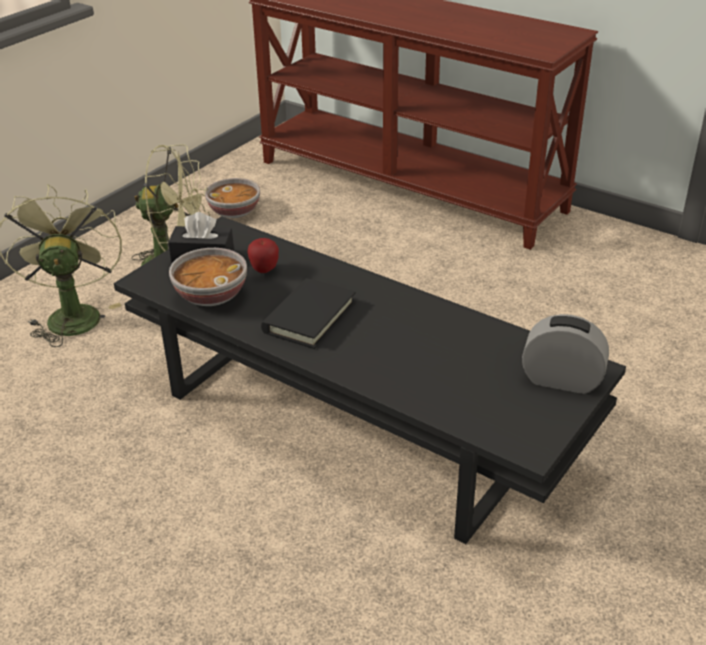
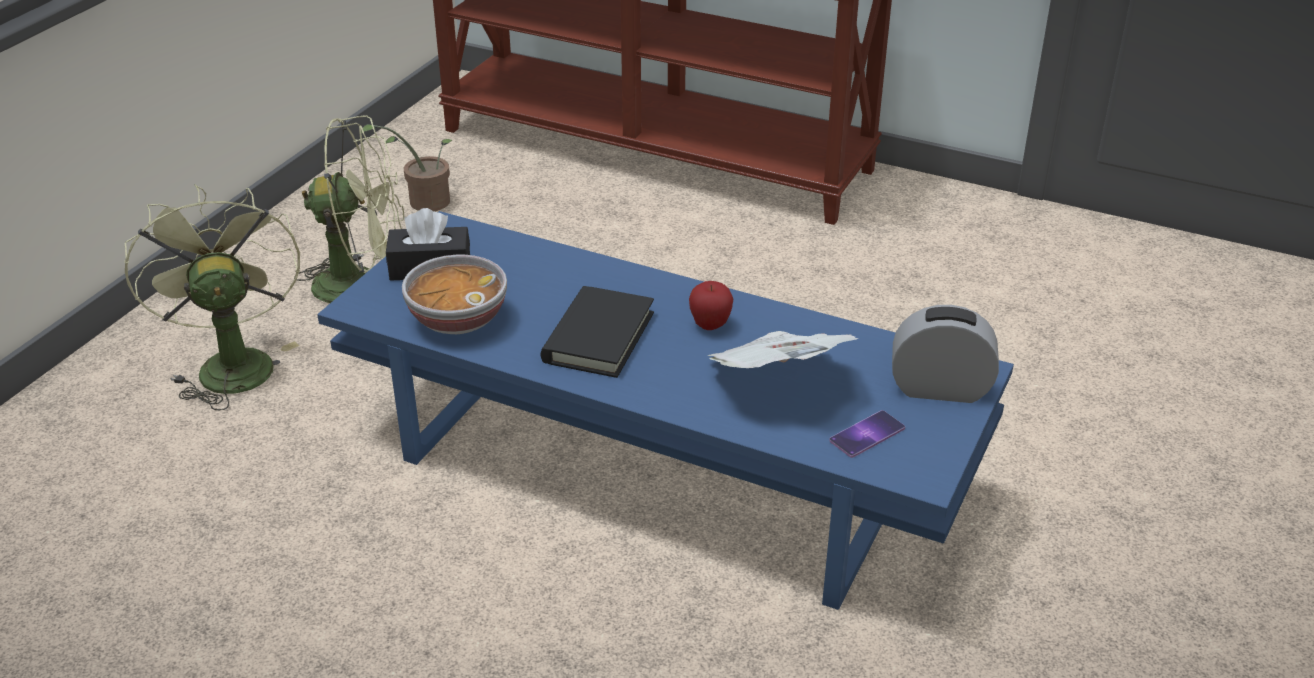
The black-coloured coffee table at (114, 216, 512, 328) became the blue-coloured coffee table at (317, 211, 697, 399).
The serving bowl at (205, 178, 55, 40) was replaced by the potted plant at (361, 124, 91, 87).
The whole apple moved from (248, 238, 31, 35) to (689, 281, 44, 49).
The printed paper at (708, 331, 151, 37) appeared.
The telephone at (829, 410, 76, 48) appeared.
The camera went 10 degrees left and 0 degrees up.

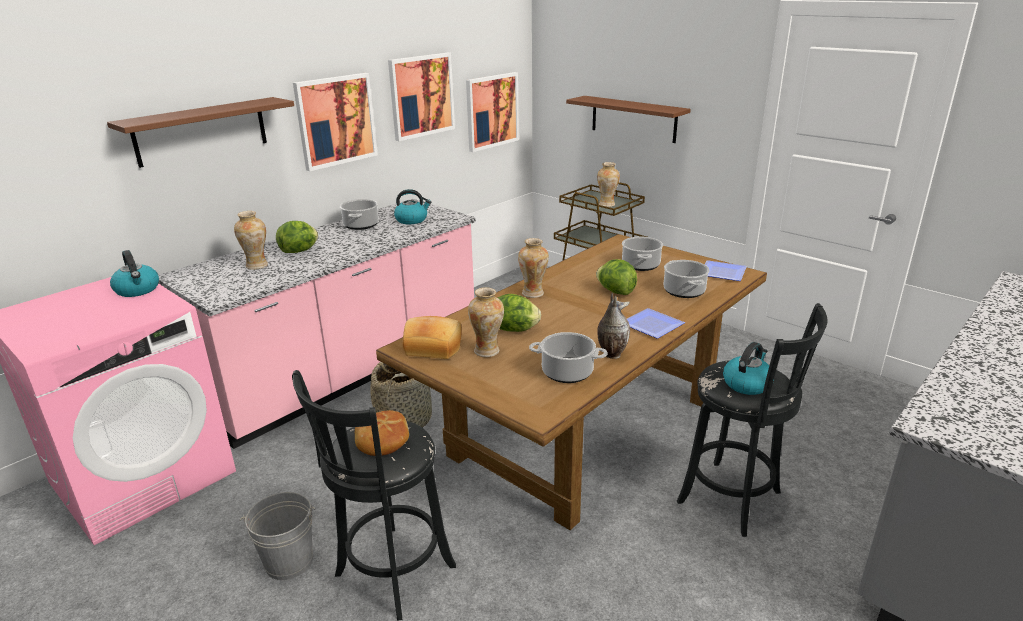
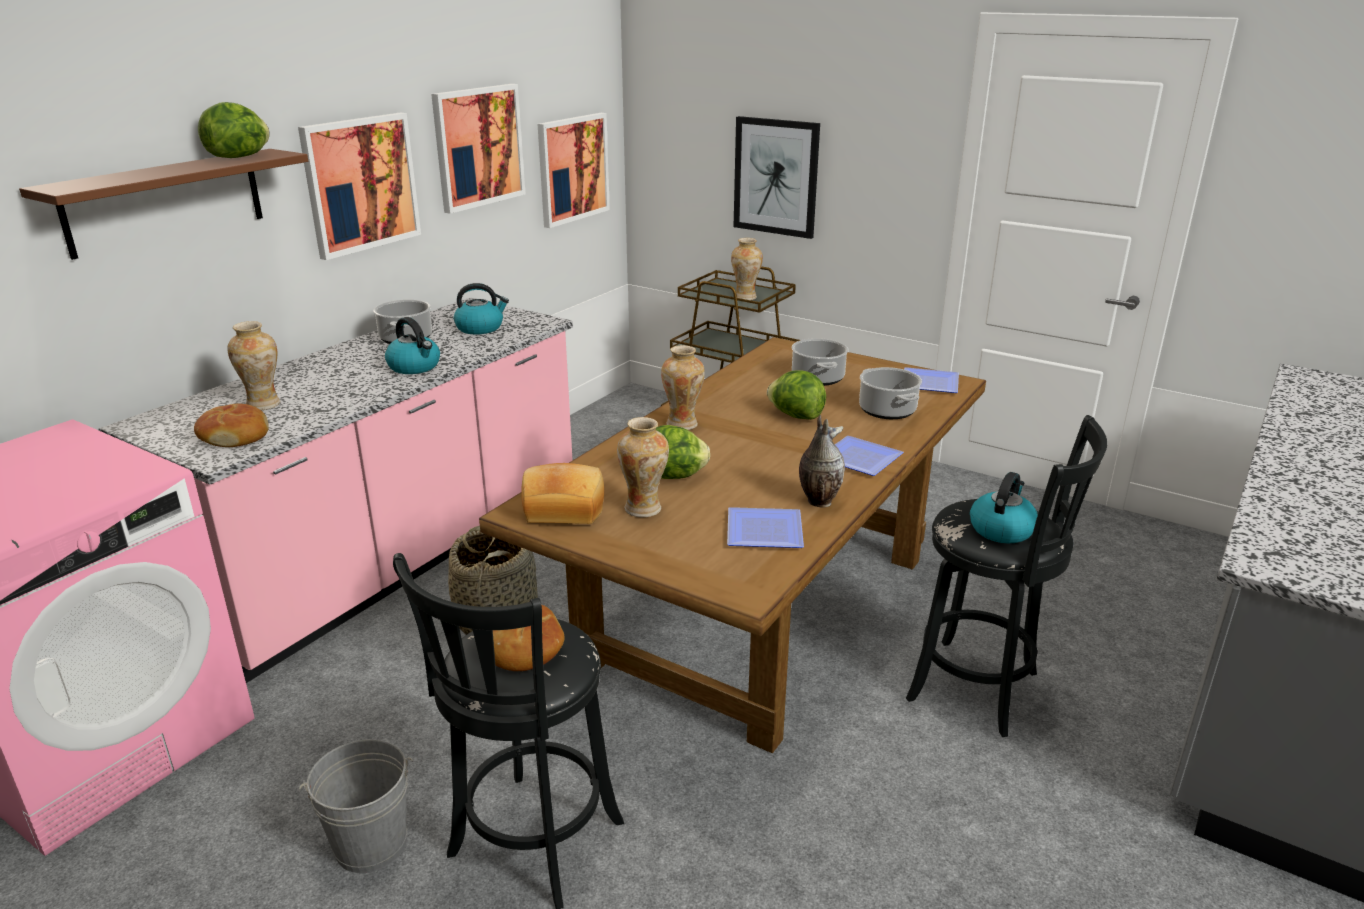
The bread at (194, 404, 75, 43) appeared.
The head of lettuce moved from (276, 221, 42, 32) to (198, 102, 71, 56).
The water kettle moved from (110, 250, 49, 47) to (385, 317, 55, 57).
The saucepot at (529, 332, 79, 51) was replaced by the dinner plate at (727, 507, 77, 41).
The brown wall shelf at (566, 96, 125, 47) was replaced by the picture at (734, 116, 86, 123).
The camera went 10 degrees left and 0 degrees up.

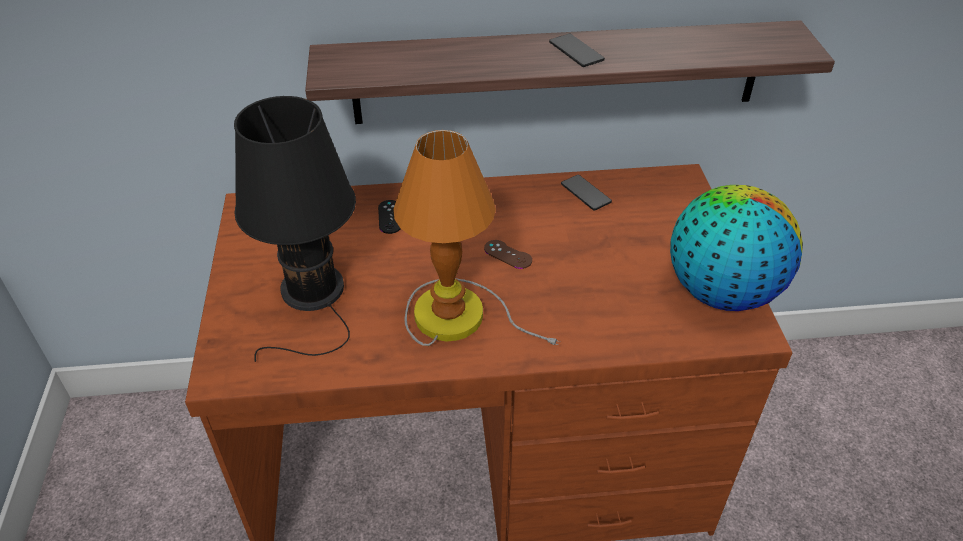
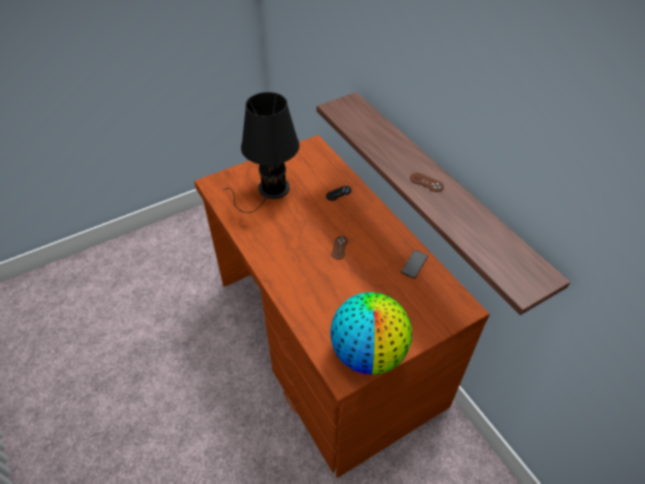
The telephone at (549, 34, 56, 33) was replaced by the brown gamepad at (410, 173, 34, 19).
The table lamp at (393, 130, 167, 216) disappeared.
The camera went 65 degrees right and 5 degrees up.

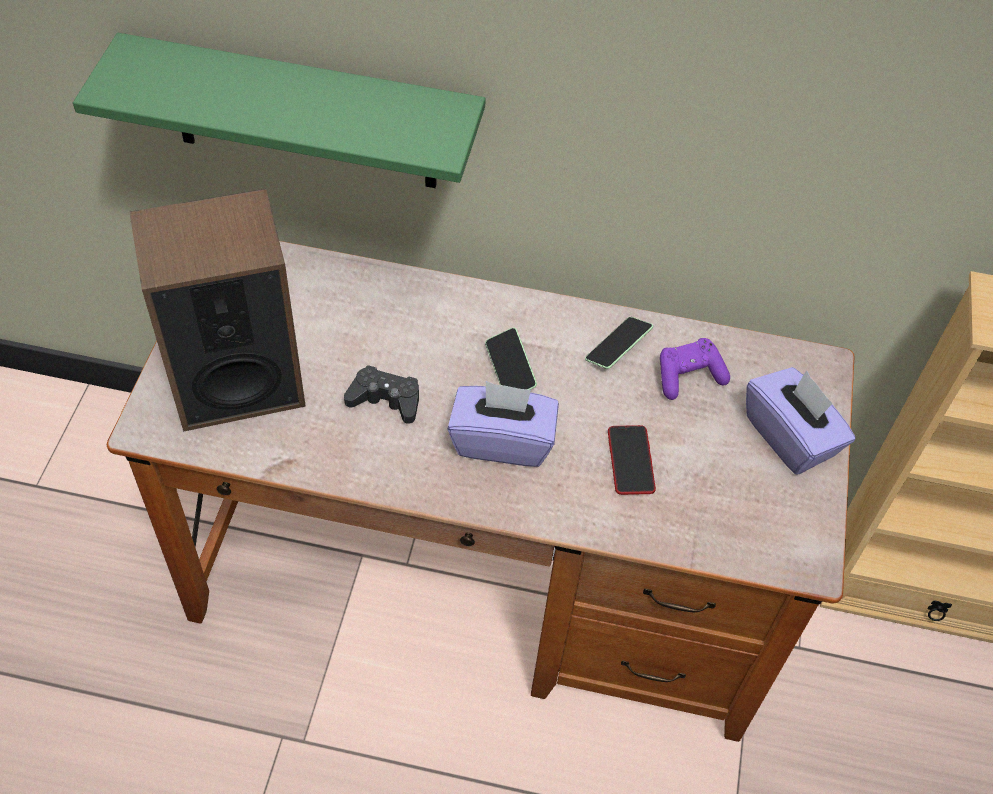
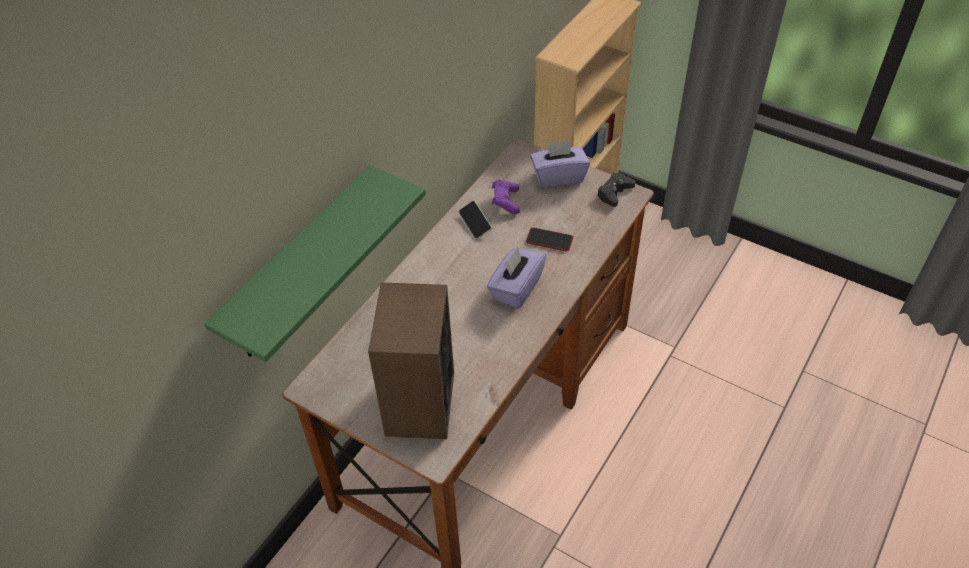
The black-coloured gamepad moved from (344, 365, 75, 59) to (597, 173, 39, 34).
The telephone at (485, 328, 52, 62) disappeared.
The camera went 65 degrees left and 5 degrees down.

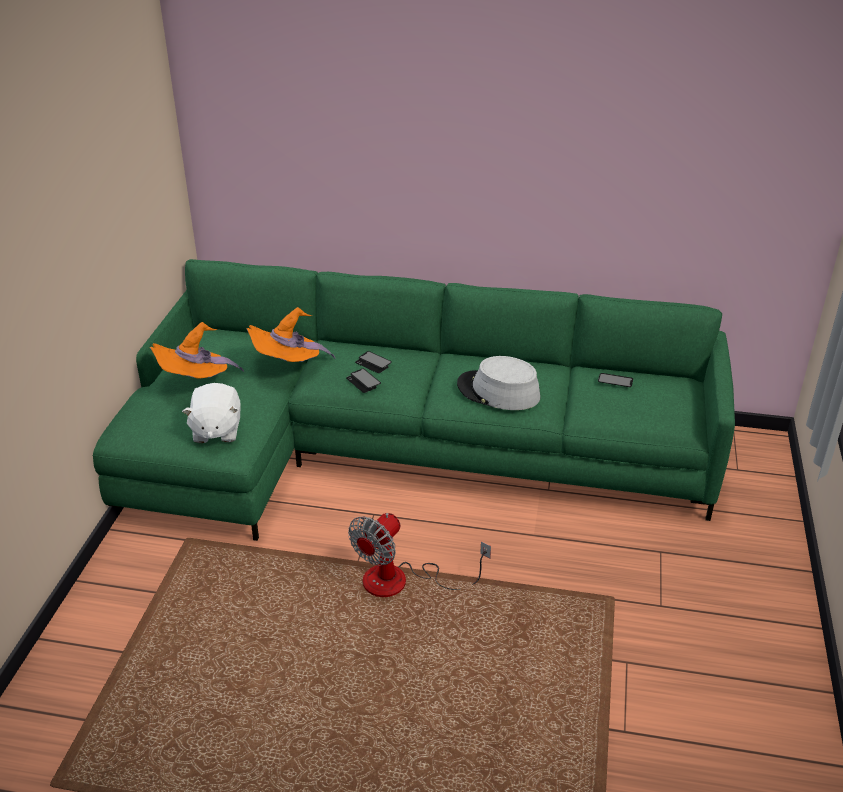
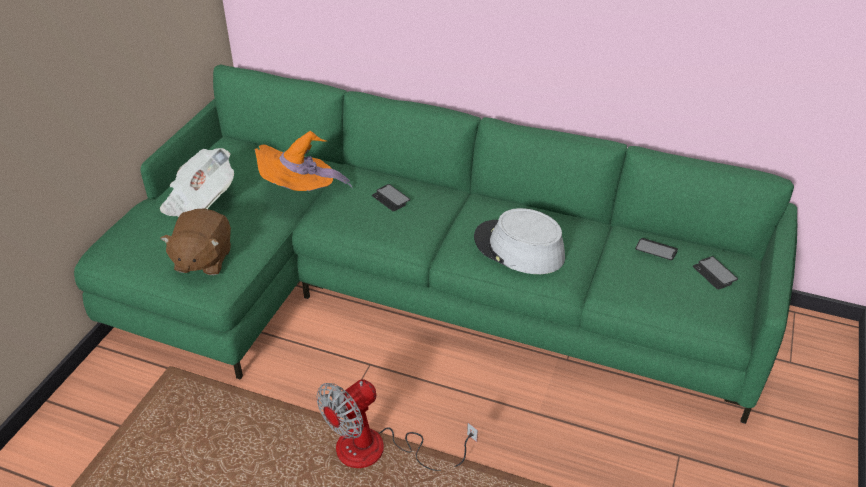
The orangey hat at (150, 322, 94, 56) was replaced by the printed paper at (160, 148, 74, 69).
The whitish soft toy at (182, 383, 58, 60) became the brown soft toy at (160, 209, 71, 66).
The telephone moved from (346, 369, 35, 24) to (693, 256, 45, 33).
The camera went 10 degrees right and 5 degrees up.

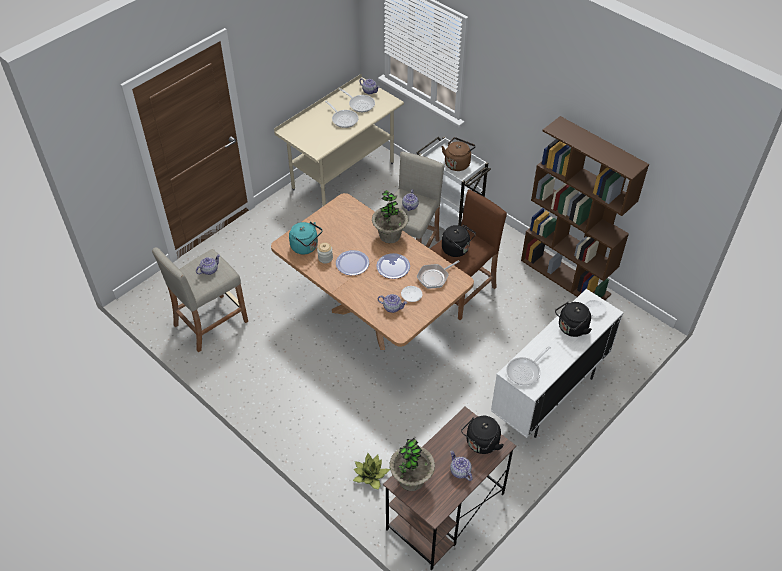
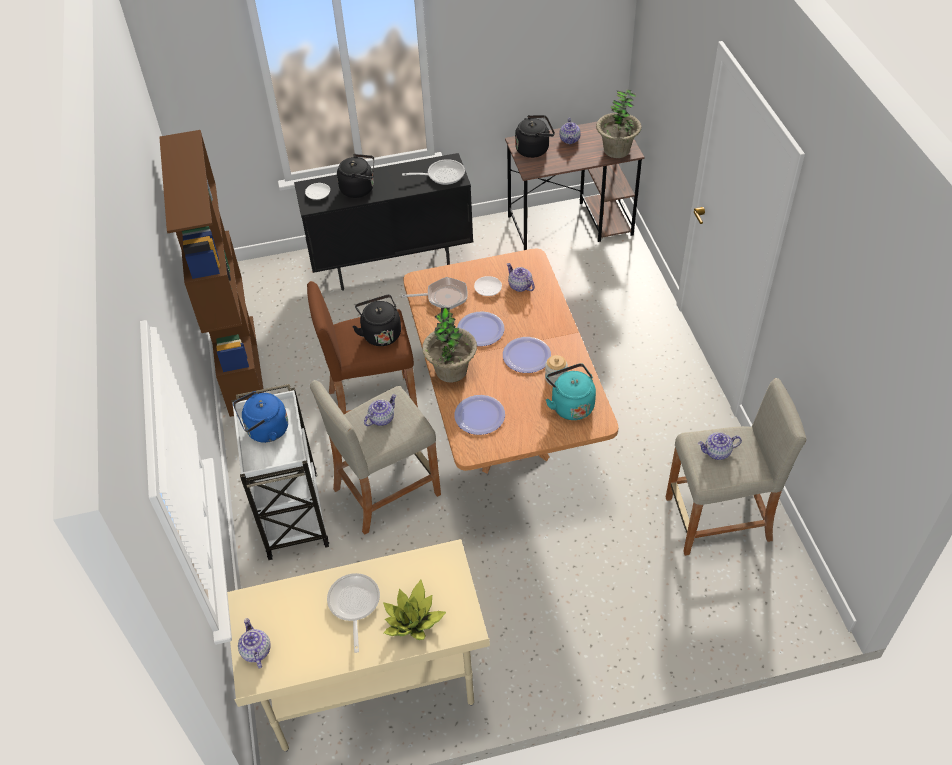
The brown water kettle at (441, 137, 35, 34) became the blue-coloured water kettle at (233, 391, 55, 52).
The whitish cupboard at (491, 289, 133, 149) became the black-coloured cupboard at (294, 153, 179, 138).
The potted plant moved from (353, 453, 37, 37) to (383, 580, 63, 60).
The dinner plate at (454, 395, 51, 40) appeared.
The skillet at (339, 88, 36, 24) disappeared.
The camera went 145 degrees left and 0 degrees up.

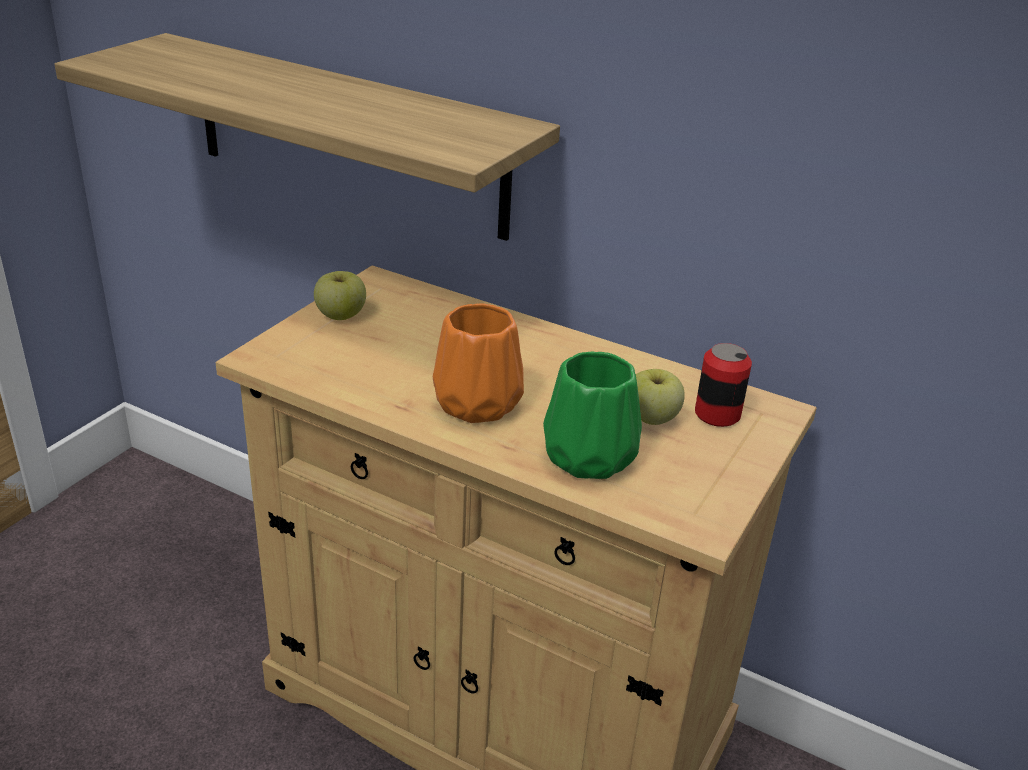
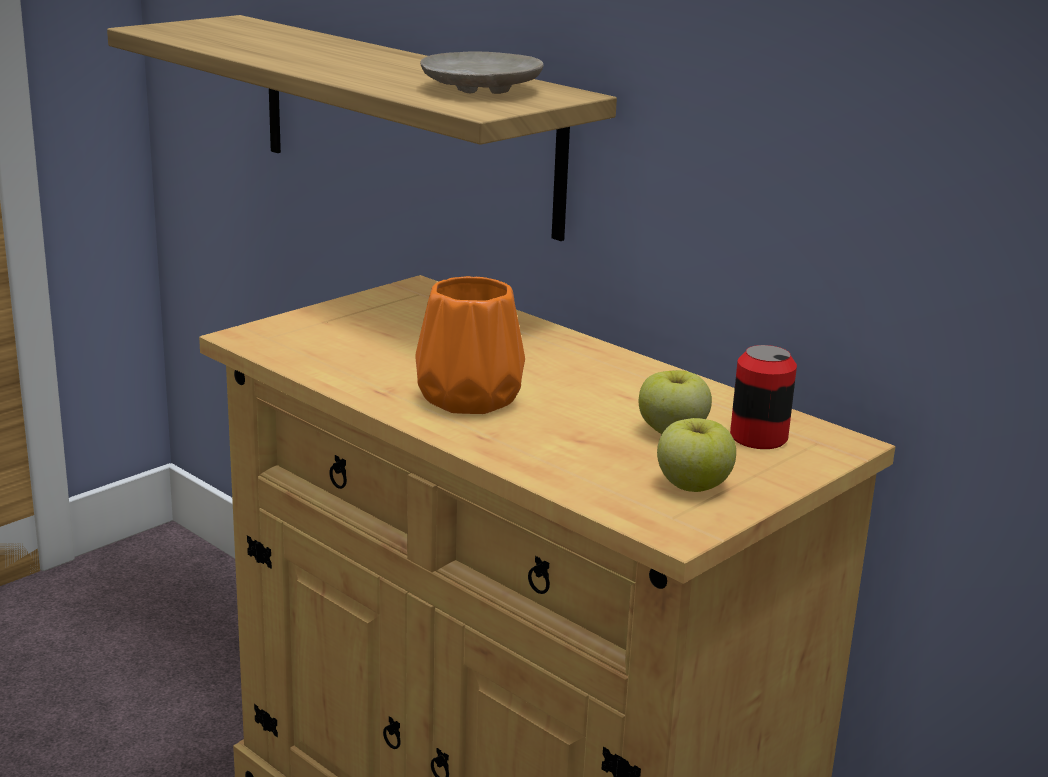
The beige dinner plate at (420, 51, 124, 43) appeared.
The whole apple moved from (314, 271, 52, 49) to (657, 418, 79, 74).
The greenish decorative vase at (543, 352, 99, 127) disappeared.
The camera went 15 degrees right and 10 degrees down.

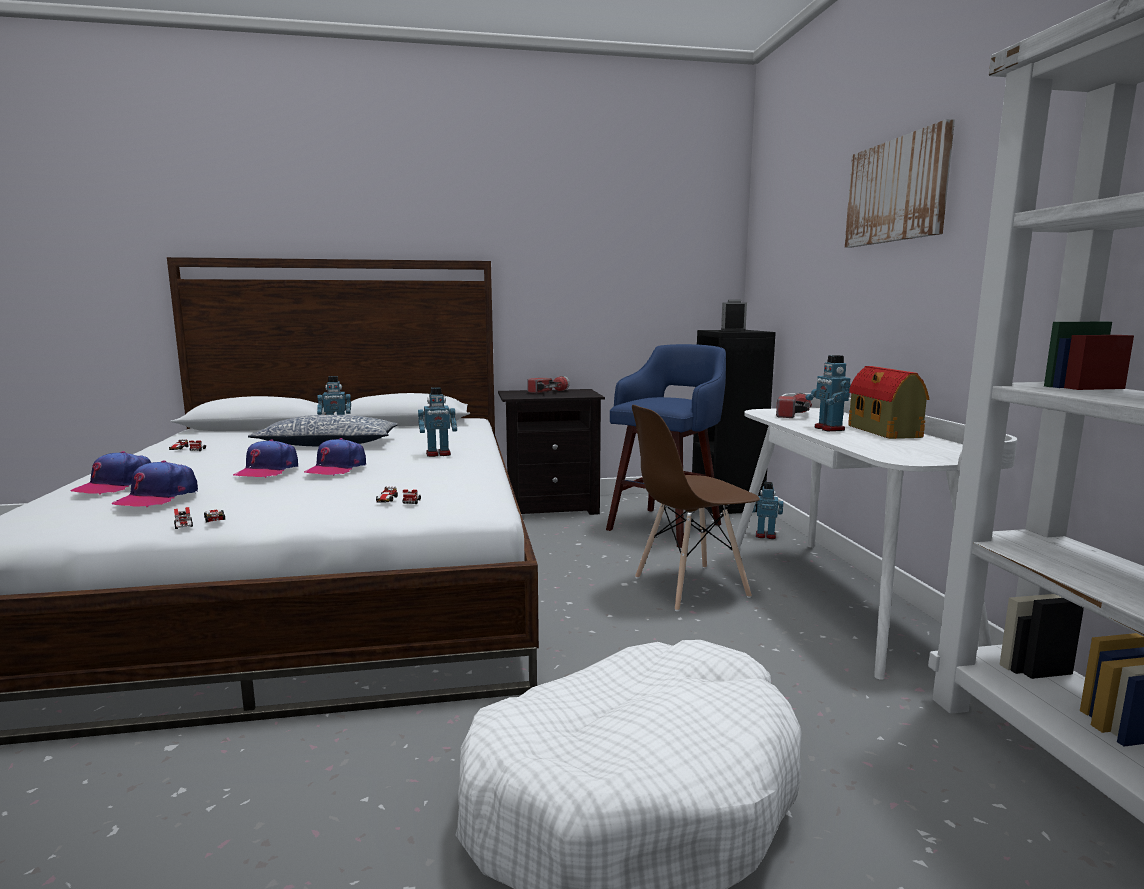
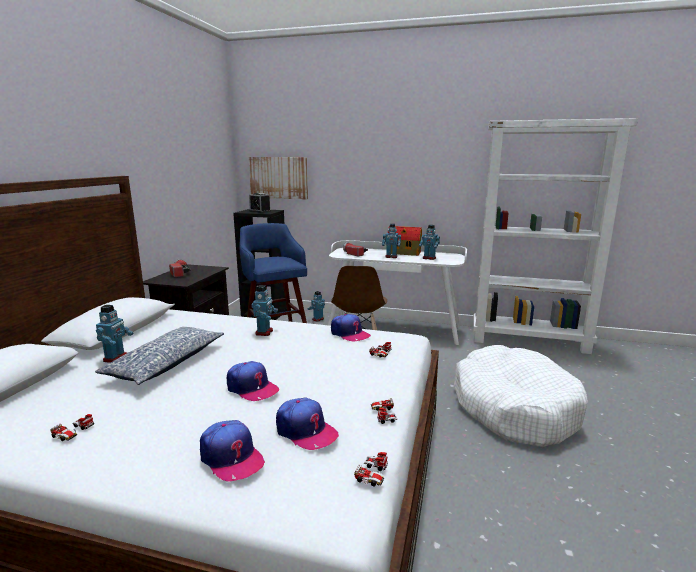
The picture moved from (845, 119, 110, 128) to (249, 157, 59, 42).
The baseball cap moved from (304, 438, 62, 38) to (331, 314, 40, 27).
The miniature car at (354, 452, 34, 35) appeared.
The model robot at (419, 225, 21, 35) appeared.
The camera went 65 degrees left and 5 degrees up.

